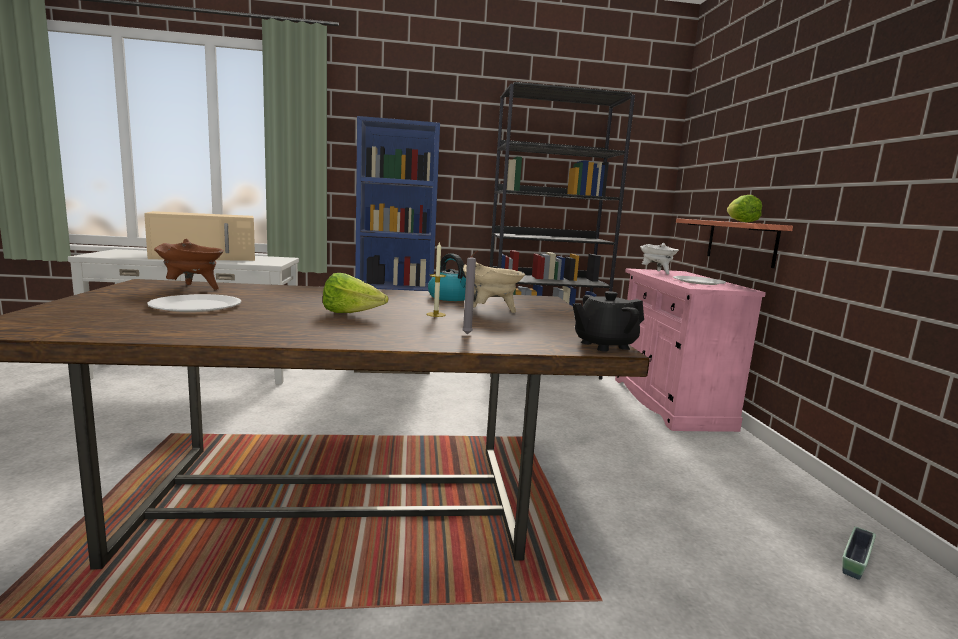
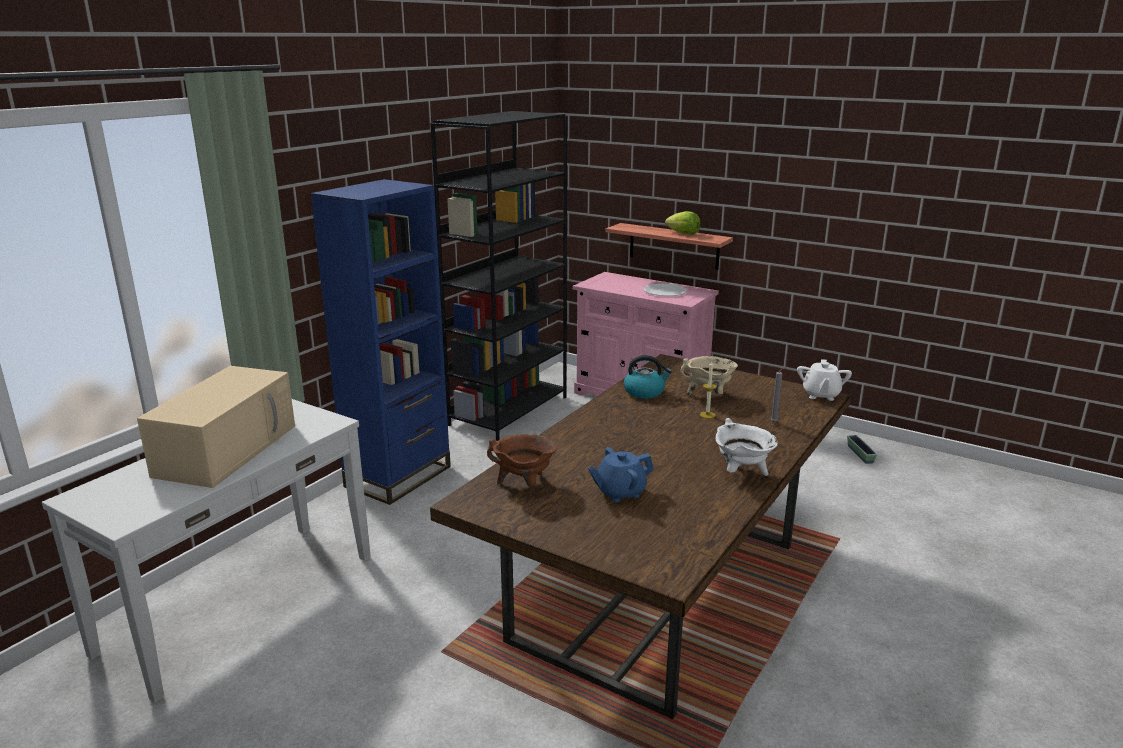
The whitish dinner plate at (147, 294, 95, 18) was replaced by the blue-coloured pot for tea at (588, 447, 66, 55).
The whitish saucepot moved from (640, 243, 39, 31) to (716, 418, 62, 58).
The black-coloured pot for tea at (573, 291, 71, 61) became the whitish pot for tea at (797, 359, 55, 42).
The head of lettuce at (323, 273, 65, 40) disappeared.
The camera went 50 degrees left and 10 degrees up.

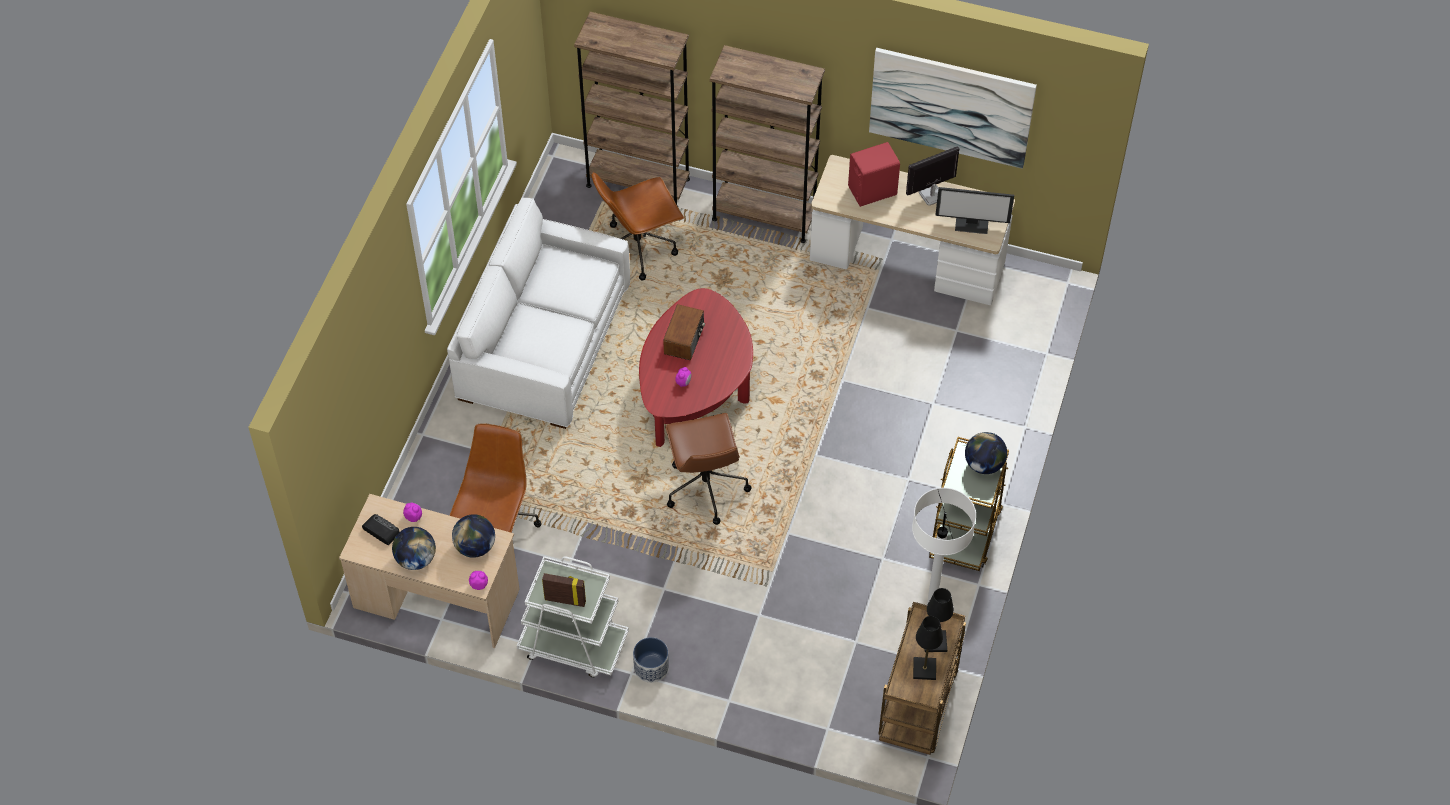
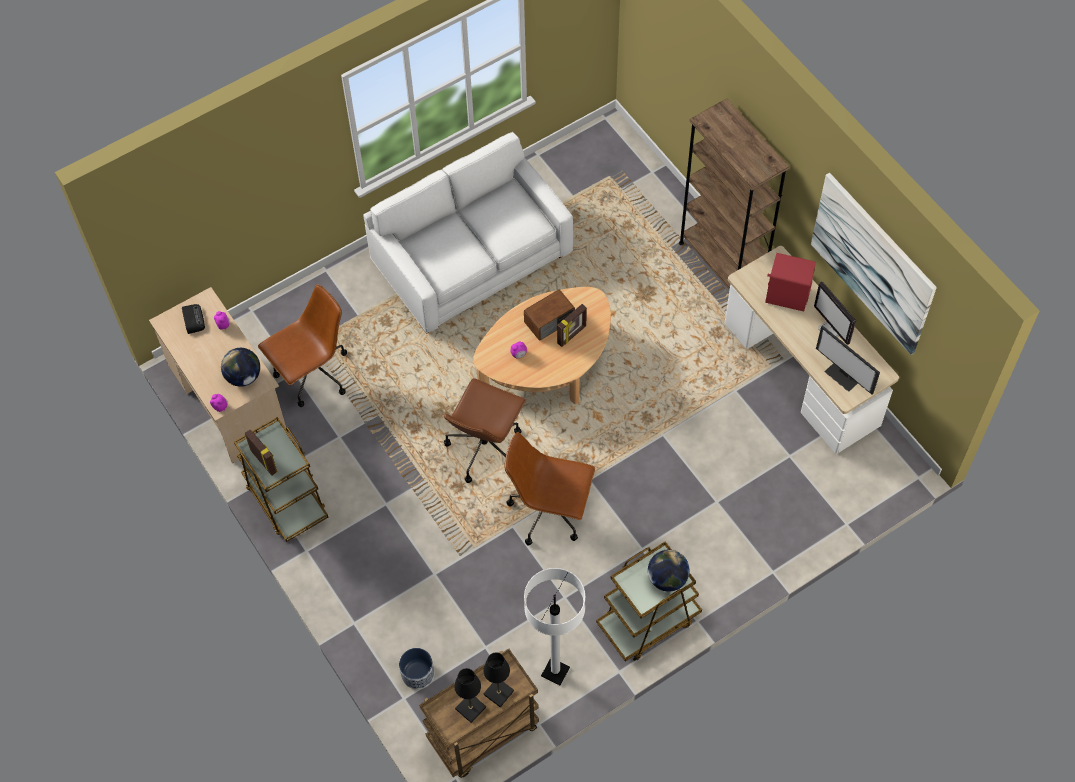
The whitish cart at (517, 556, 112, 121) became the brown cart at (234, 417, 94, 125).
The flower pot moved from (633, 637, 36, 46) to (399, 648, 35, 41).
The red-coloured coffee table at (639, 288, 114, 159) became the beige coffee table at (473, 287, 138, 117).
The brown office chair moved from (592, 172, 92, 109) to (505, 432, 90, 113).
The standing frame at (557, 304, 30, 43) appeared.
The computer display at (906, 146, 54, 60) turned 135 degrees counterclockwise.
The globe at (392, 527, 44, 43) disappeared.
The brown bookcase at (574, 12, 116, 194) disappeared.
The camera went 40 degrees right and 5 degrees up.

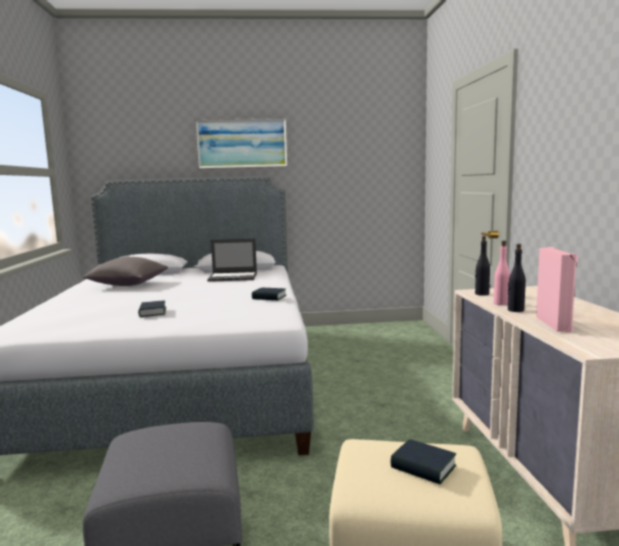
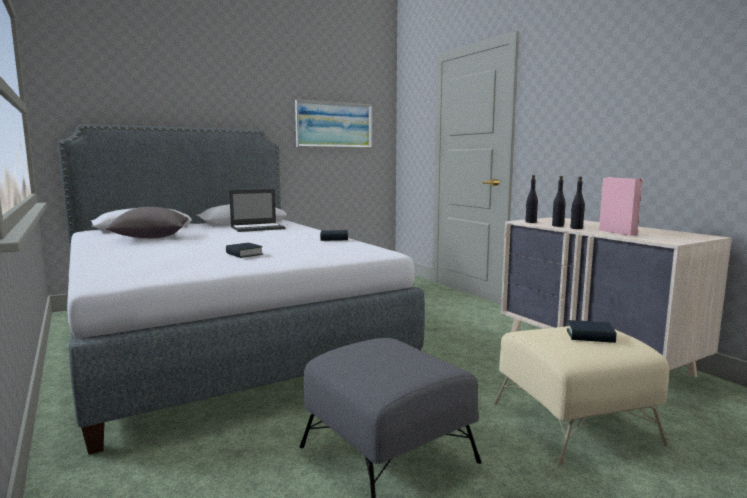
The picture moved from (195, 118, 93, 51) to (295, 100, 77, 48).
The pinkish beverage bottle at (494, 241, 16, 64) became the black-coloured beverage bottle at (552, 176, 14, 51).
The camera went 25 degrees left and 0 degrees up.

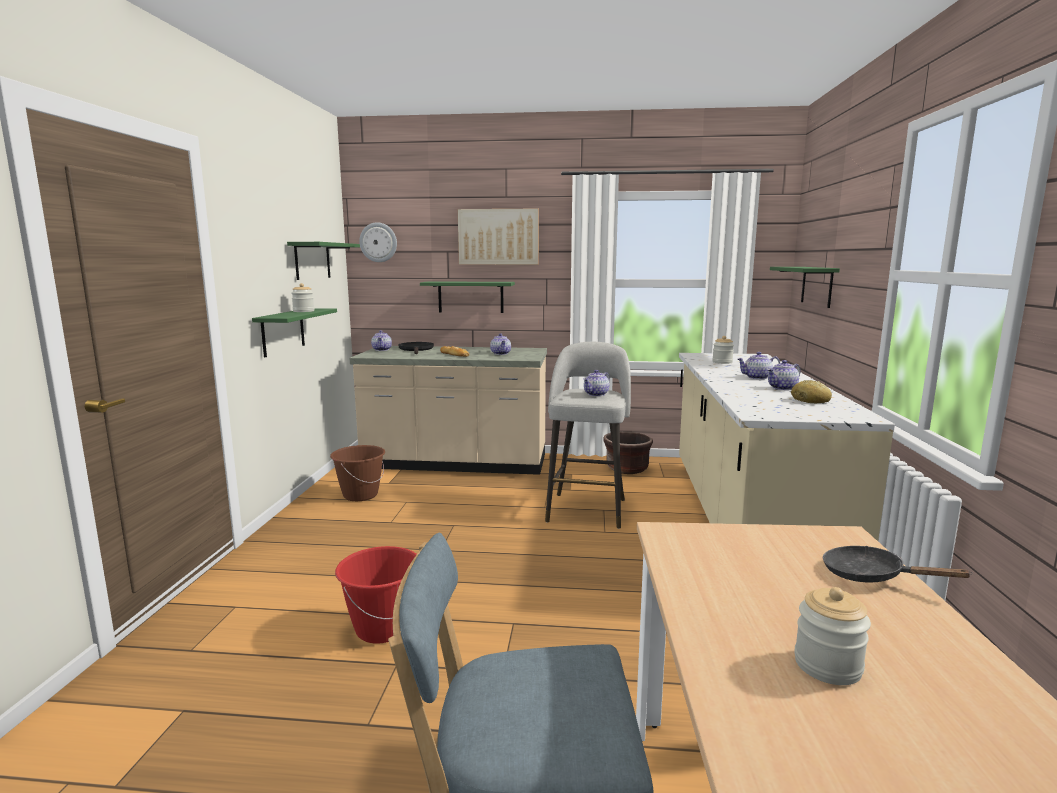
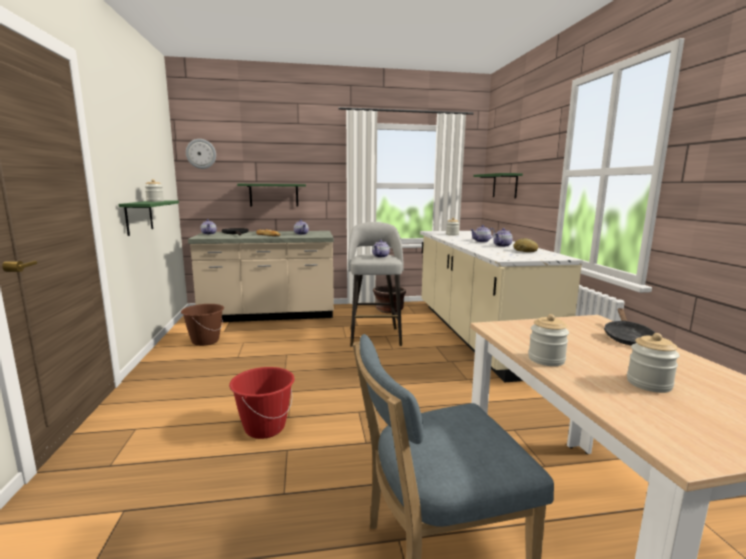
The jar at (528, 314, 41, 52) appeared.
The black-coloured skillet at (823, 546, 150, 36) turned 90 degrees counterclockwise.
The greenish wall shelf at (287, 242, 73, 38) disappeared.
The picture at (458, 209, 81, 56) disappeared.
The camera went 15 degrees left and 0 degrees up.

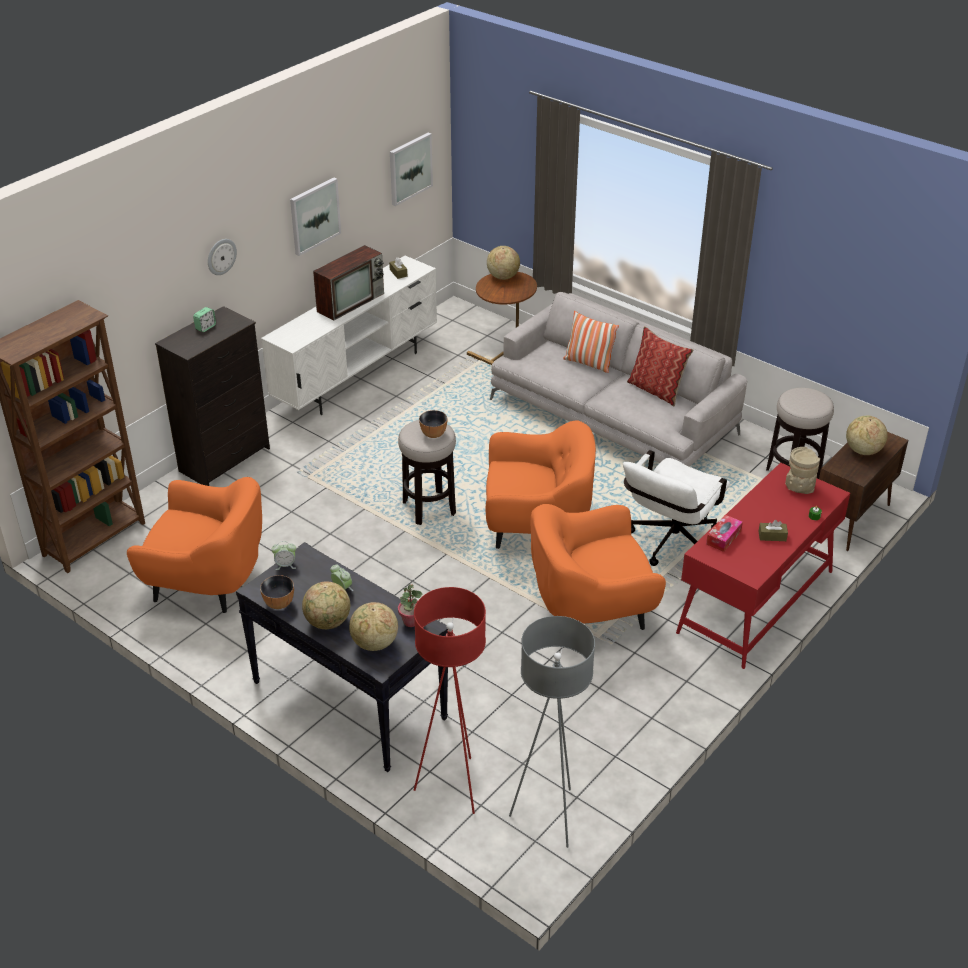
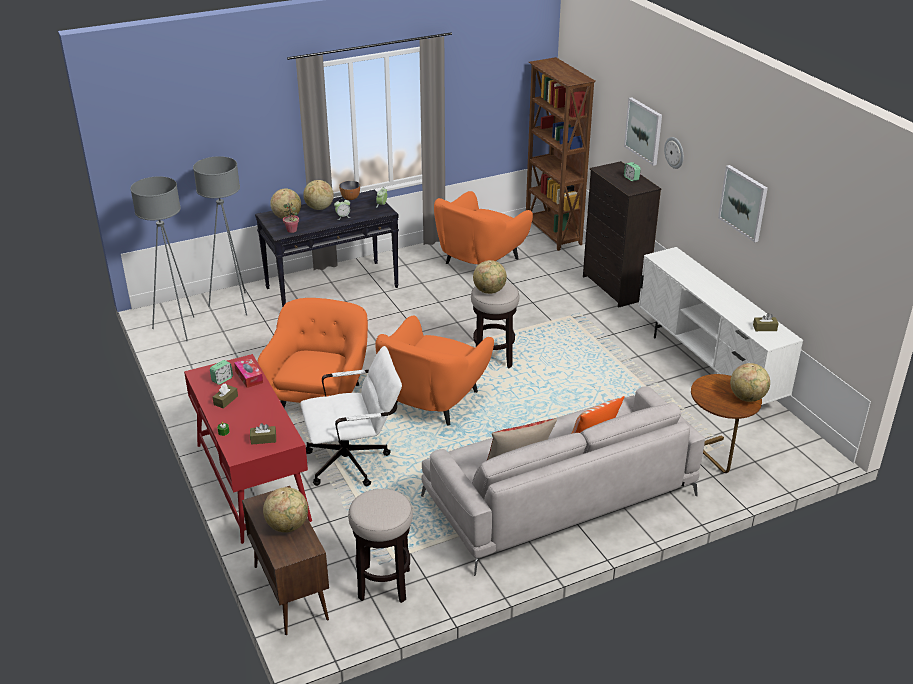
The red-coloured standard lamp at (414, 587, 72, 227) became the grey standard lamp at (193, 156, 54, 160).
The table clock at (210, 360, 23, 25) appeared.
The beige decorative vase at (785, 447, 35, 47) was replaced by the brown tissue holder at (250, 423, 26, 22).
The whitish office chair at (623, 450, 107, 116) turned 105 degrees clockwise.
The serving bowl at (419, 410, 28, 28) was replaced by the globe at (473, 260, 34, 34).
The picture moved from (390, 132, 43, 74) to (624, 97, 38, 69).
The television at (313, 245, 71, 76) disappeared.
The camera went 115 degrees right and 5 degrees down.

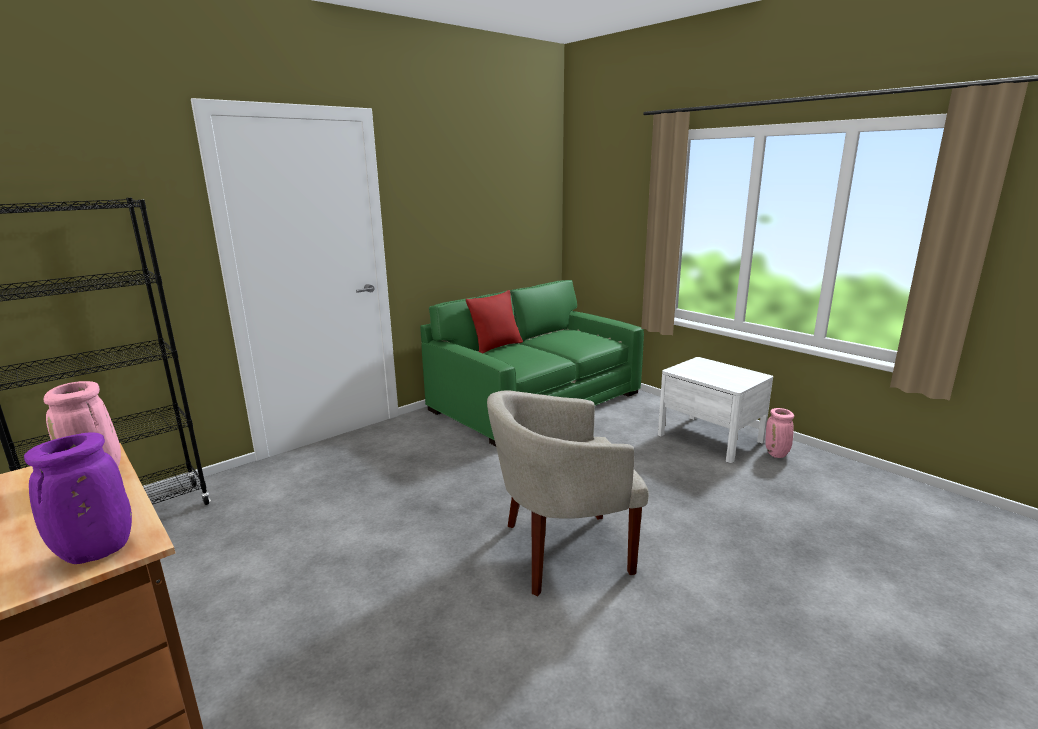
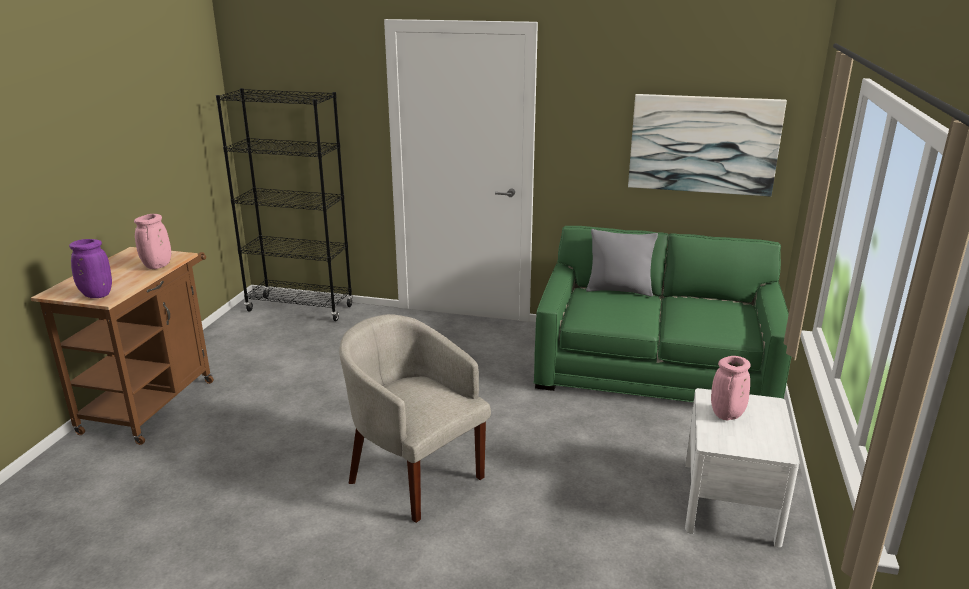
The red-coloured pillow at (466, 290, 57, 63) became the grey pillow at (586, 229, 72, 68).
The picture at (628, 94, 159, 103) appeared.
The pinkish decorative vase moved from (765, 408, 29, 50) to (711, 356, 39, 64).
The camera went 55 degrees right and 5 degrees up.

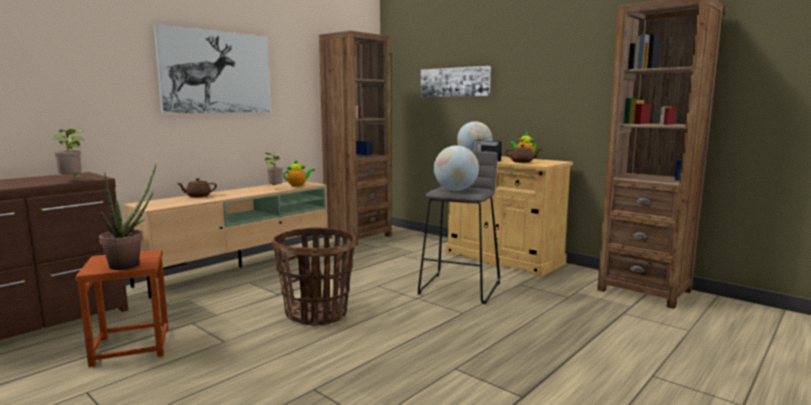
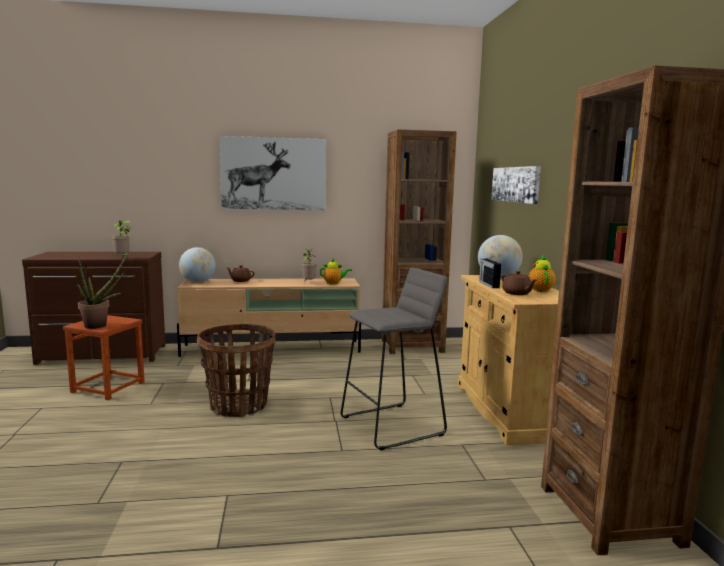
The globe moved from (434, 145, 45, 46) to (179, 247, 37, 36).
The camera went 40 degrees right and 0 degrees up.

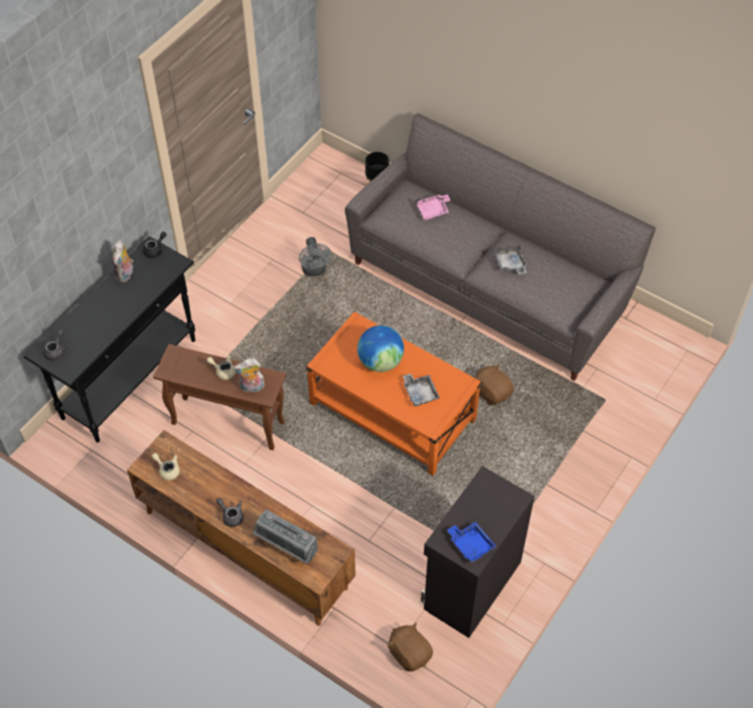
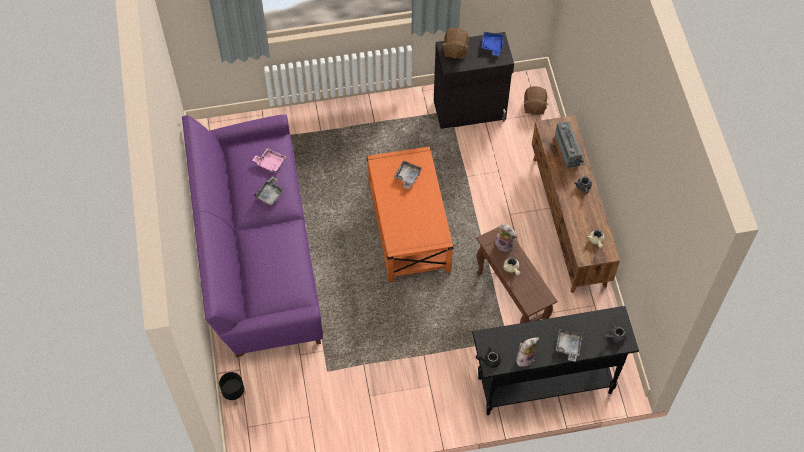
The grey sofa at (345, 113, 311, 268) became the purplish sofa at (182, 114, 141, 243).
The pinkish serving tray moved from (415, 195, 35, 25) to (252, 148, 34, 25).
The brown soft toy moved from (475, 363, 39, 43) to (442, 28, 27, 31).
The grey serving tray at (555, 329, 28, 33) appeared.
The grey electric fan at (299, 237, 32, 39) disappeared.
The globe at (357, 325, 47, 47) disappeared.
The camera went 135 degrees left and 5 degrees up.

